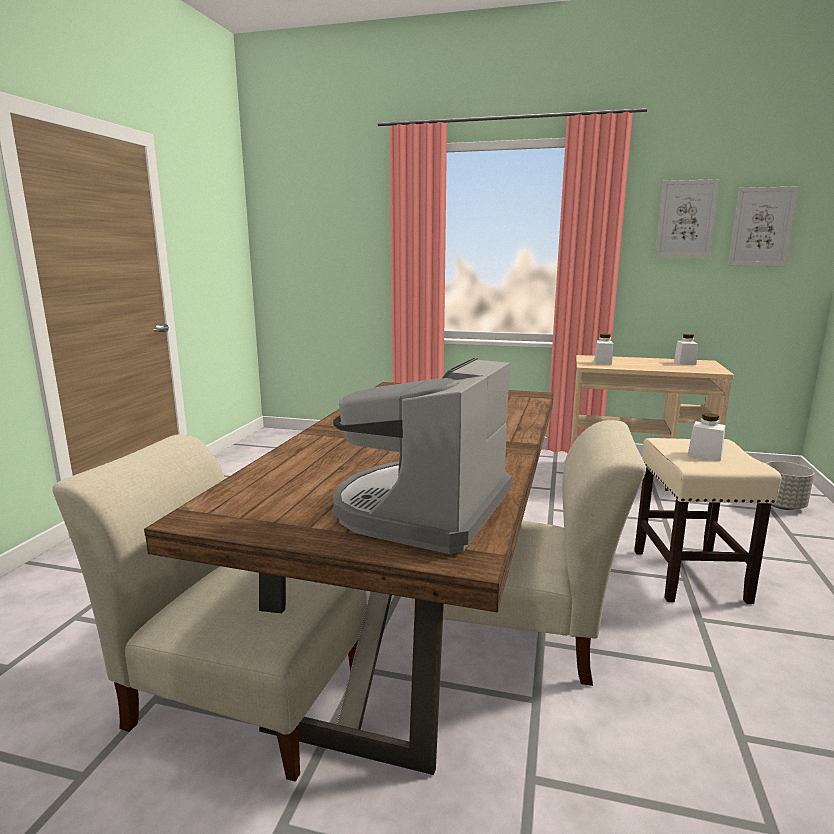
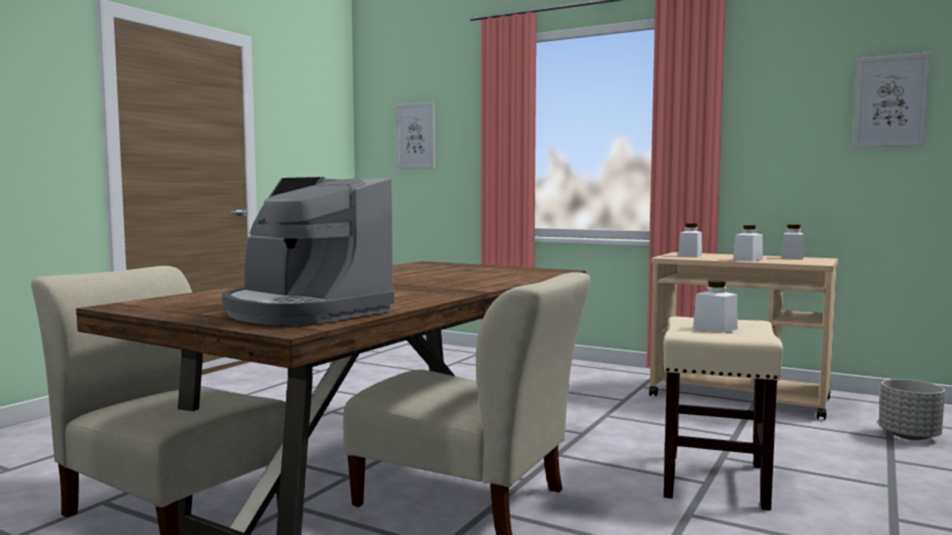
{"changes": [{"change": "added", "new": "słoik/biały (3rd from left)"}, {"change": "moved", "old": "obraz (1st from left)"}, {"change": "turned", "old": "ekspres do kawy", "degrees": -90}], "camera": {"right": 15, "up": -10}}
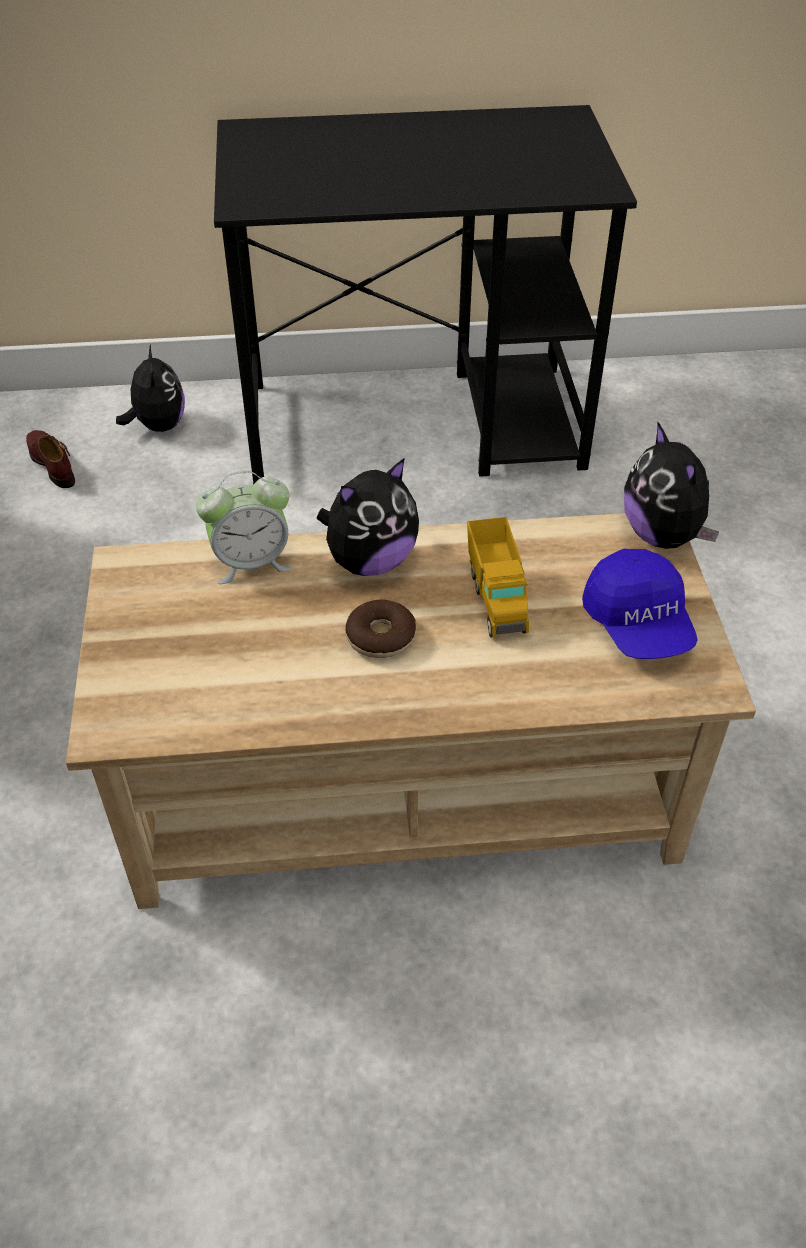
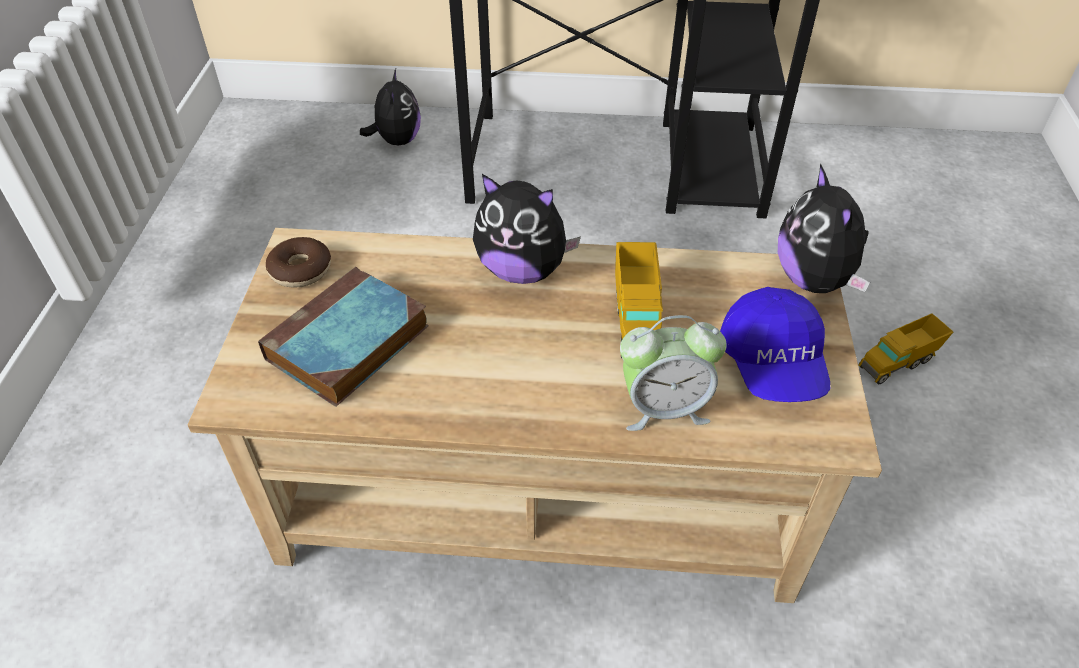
{"changes": [{"change": "removed", "old": "but/brązowy"}, {"change": "added", "new": "książka"}, {"change": "added", "new": "ciężarówka zabawkowa (2nd from left)"}, {"change": "moved", "old": "budzik"}, {"change": "moved", "old": "donut"}, {"change": "turned", "old": "pluszak (2nd from left)", "degrees": 45}], "camera": {"right": 10, "up": 0}}
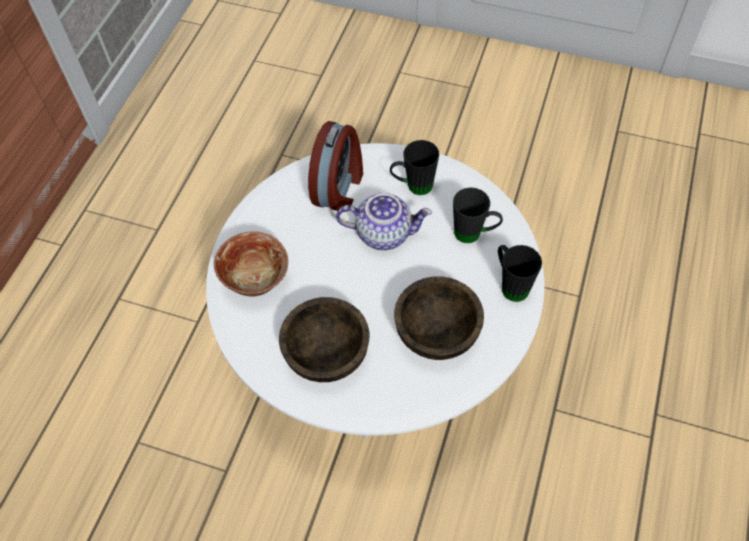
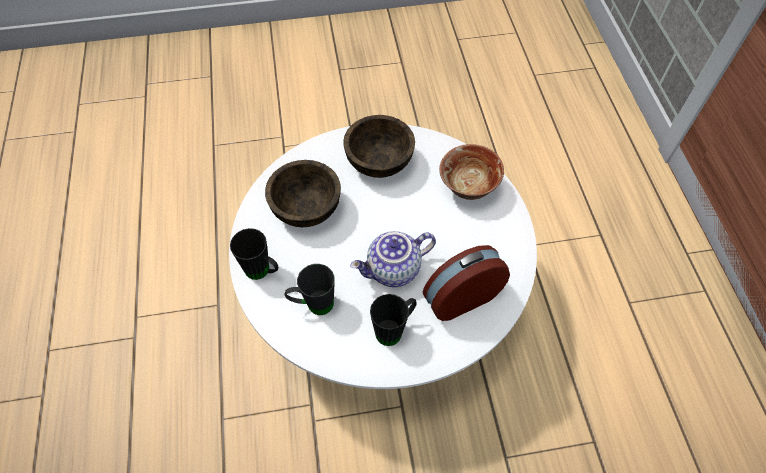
{"changes": [{"change": "turned", "old": "budzik", "degrees": 75}], "camera": {"right": 150, "up": 0}}
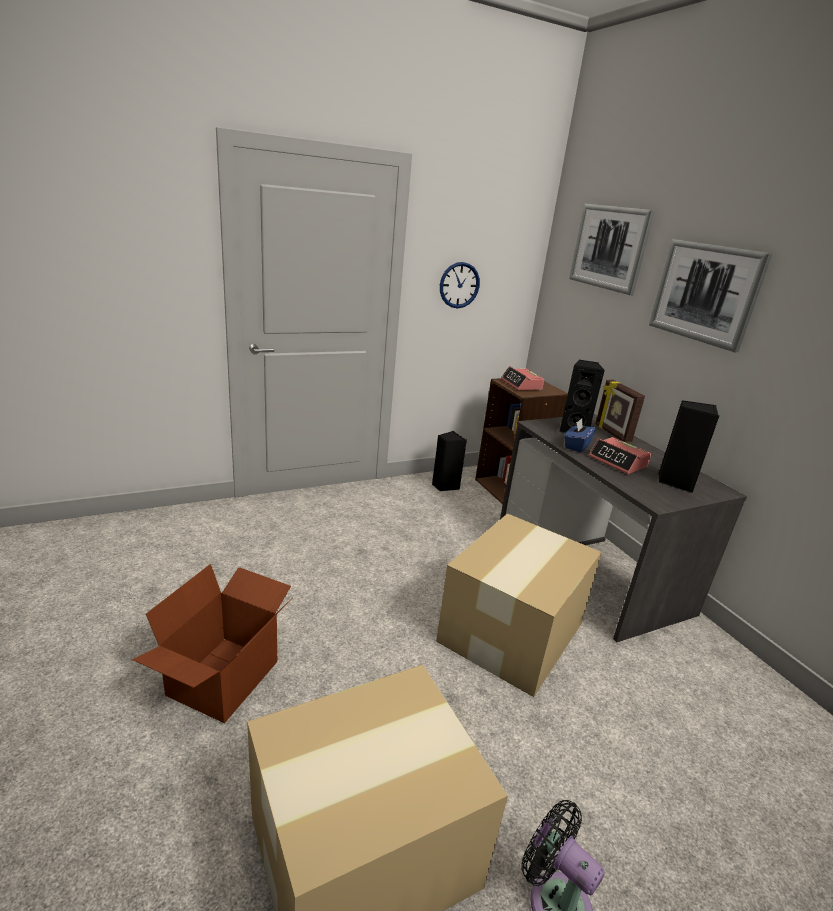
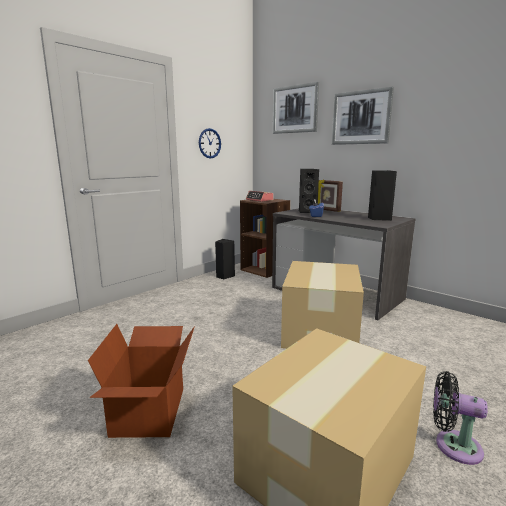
{"changes": [{"change": "removed", "old": "budzik (2nd from left)"}], "camera": {"right": -20, "up": -10}}
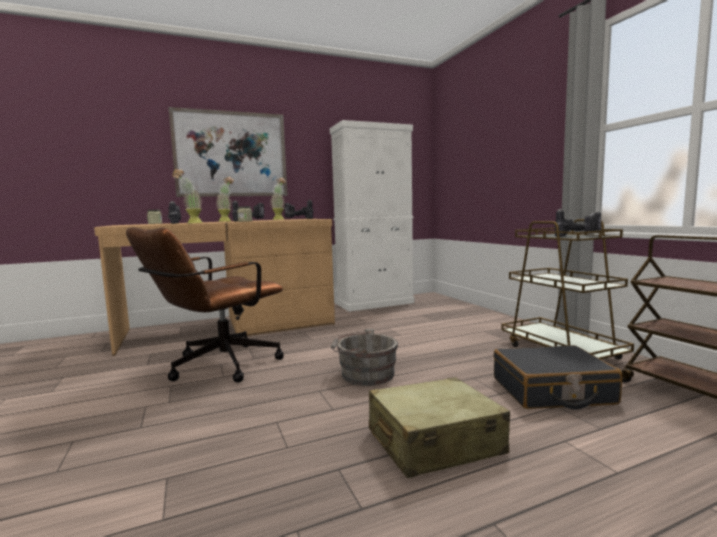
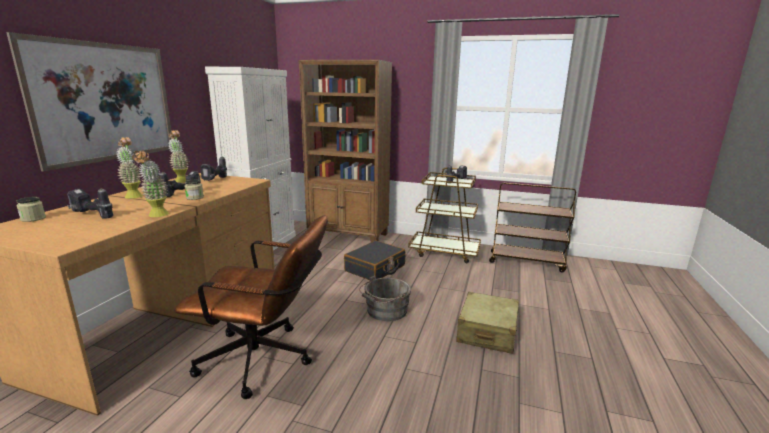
{"changes": [{"change": "added", "new": "regał/brązowy"}, {"change": "moved", "old": "walizka/czarny"}, {"change": "turned", "old": "krzesło biurowe/brązowy", "degrees": -75}], "camera": {"right": -50, "up": 10}}
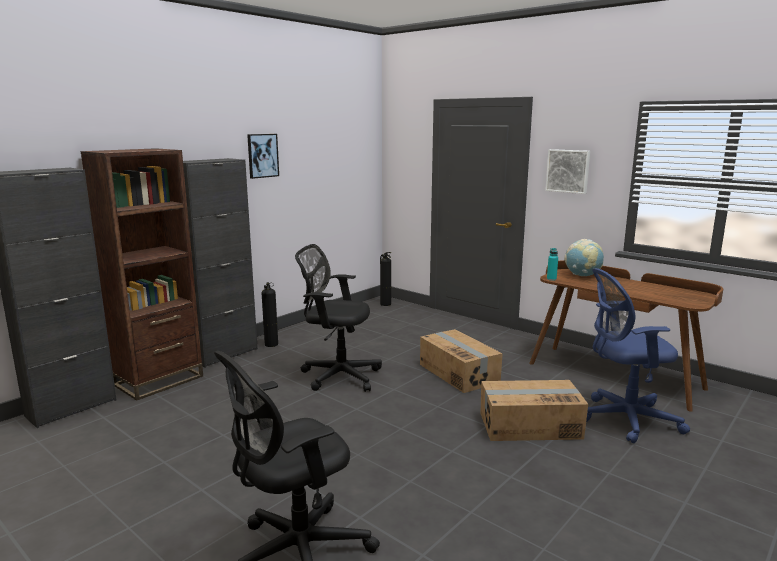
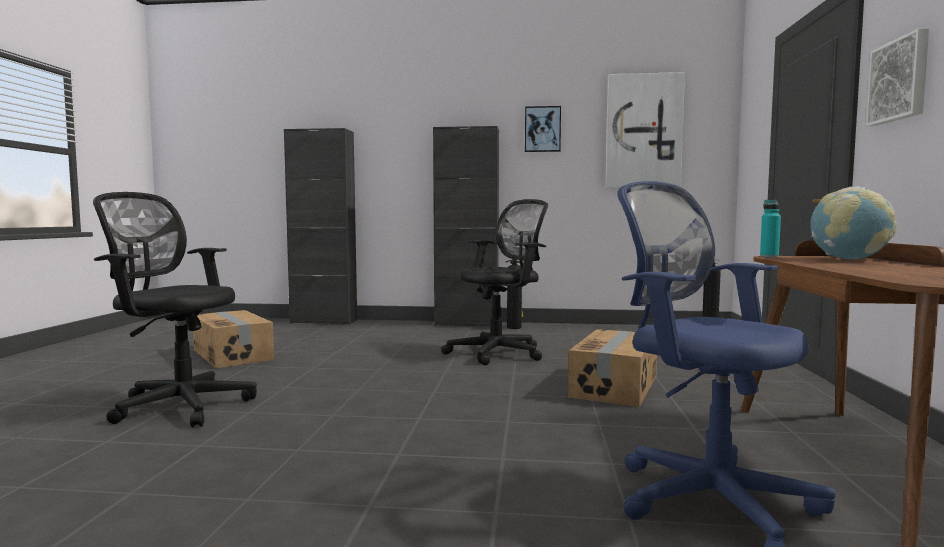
{"changes": [{"change": "removed", "old": "regał/brązowy"}, {"change": "added", "new": "obraz (2nd from left)"}, {"change": "moved", "old": "karton (2nd from left in the first image)", "new": "karton (1st from left)"}, {"change": "turned", "old": "krzesło biurowe/czarny (2nd from left)", "degrees": 75}], "camera": {"right": 55, "up": -10}}
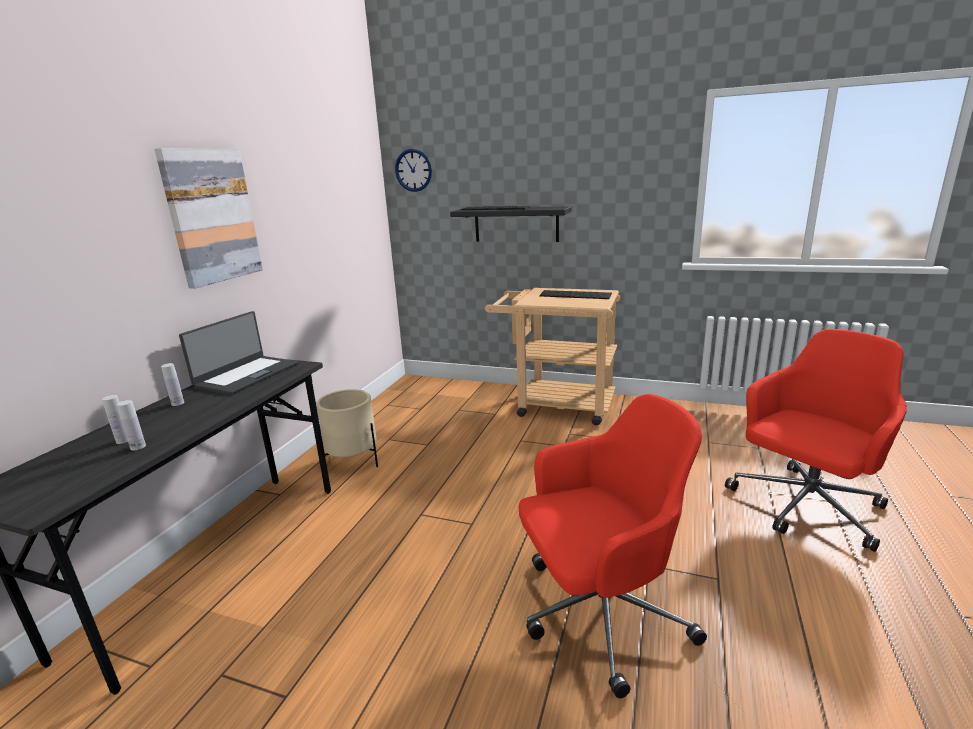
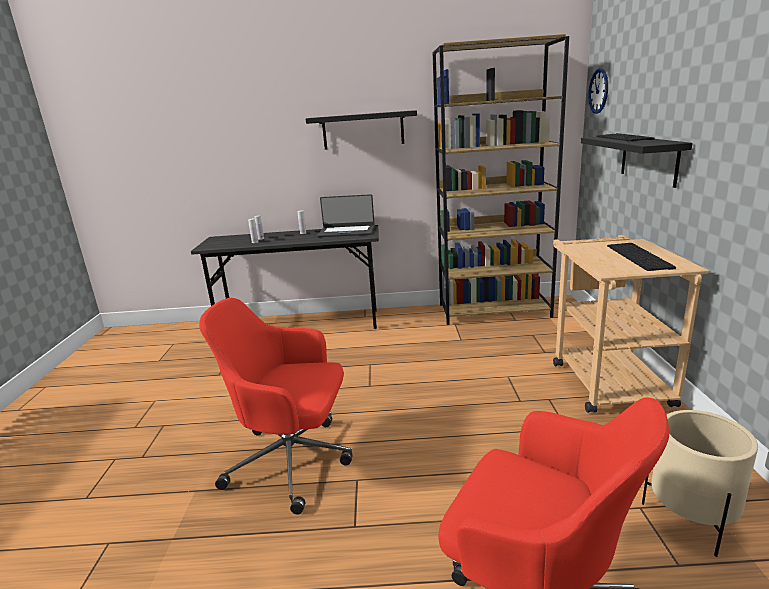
{"changes": [{"change": "added", "new": "regał/brązowy"}, {"change": "moved", "old": "donica/beżowy"}, {"change": "replaced", "old": "obraz", "new": "półka/czarny (1st from left)"}, {"change": "turned", "old": "krzesło biurowe/czerwony (1st from left)", "degrees": 135}], "camera": {"right": 70, "up": 0}}
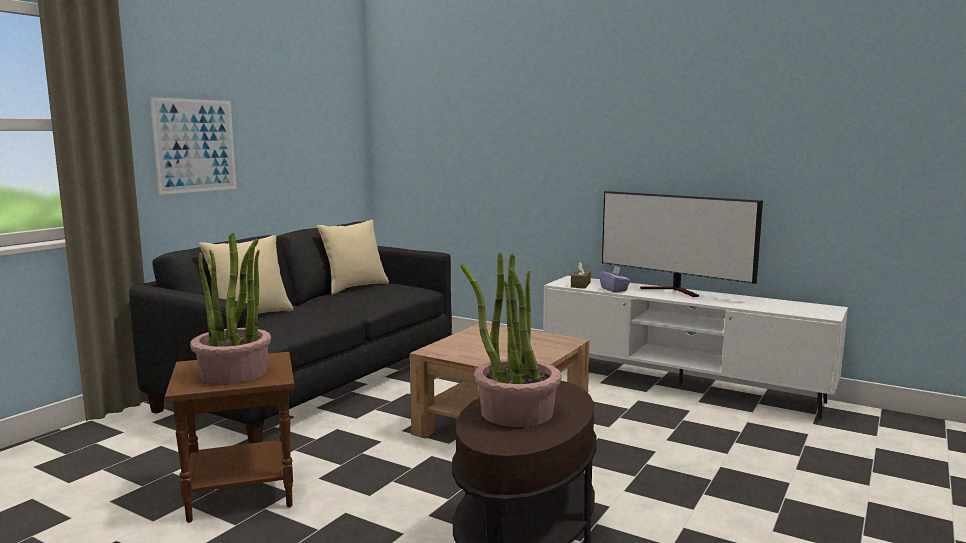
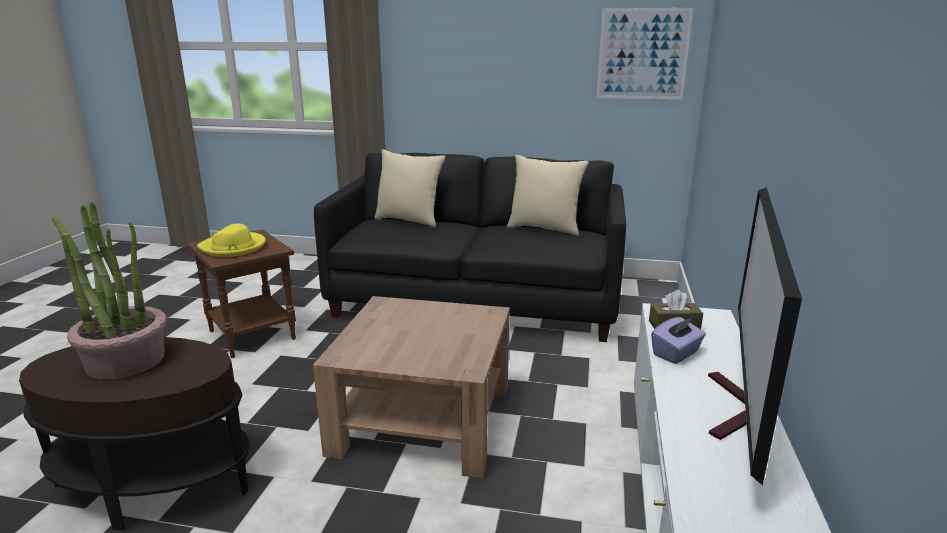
{"changes": [{"change": "moved", "old": "obraz"}, {"change": "replaced", "old": "roślina doniczkowa (1st from left)", "new": "kapelusz/żółty"}], "camera": {"right": 70, "up": 10}}
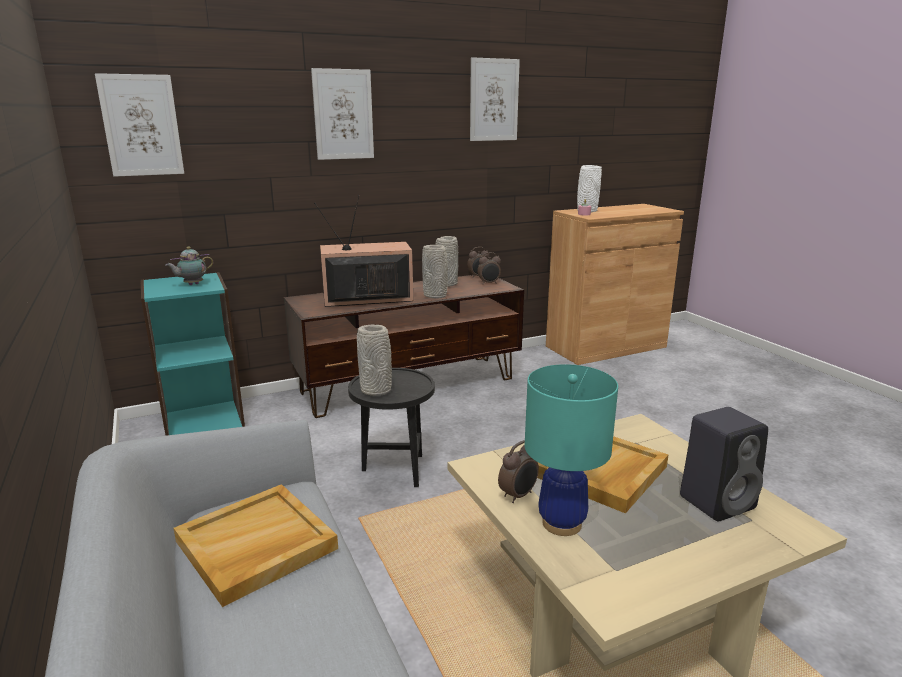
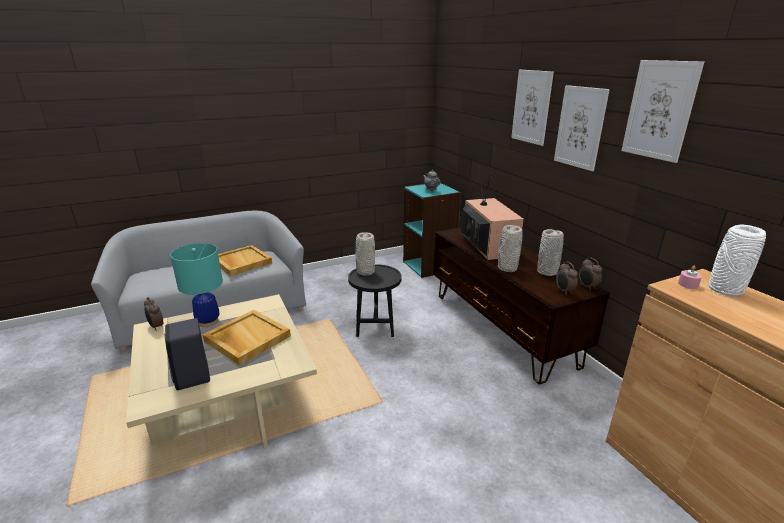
{"changes": [{"change": "moved", "old": "obraz (1st from left in the first image)", "new": "obraz (2nd from left)"}, {"change": "moved", "old": "budzik (3rd from left in the first image)", "new": "budzik (1st from left)"}], "camera": {"right": 90, "up": 5}}
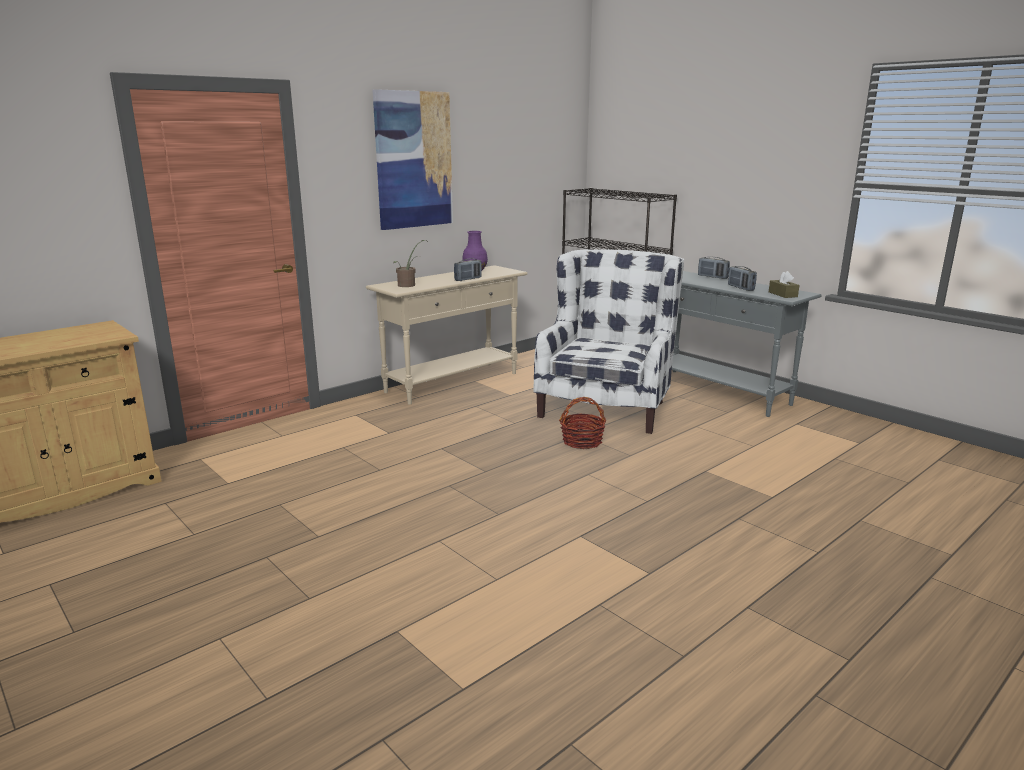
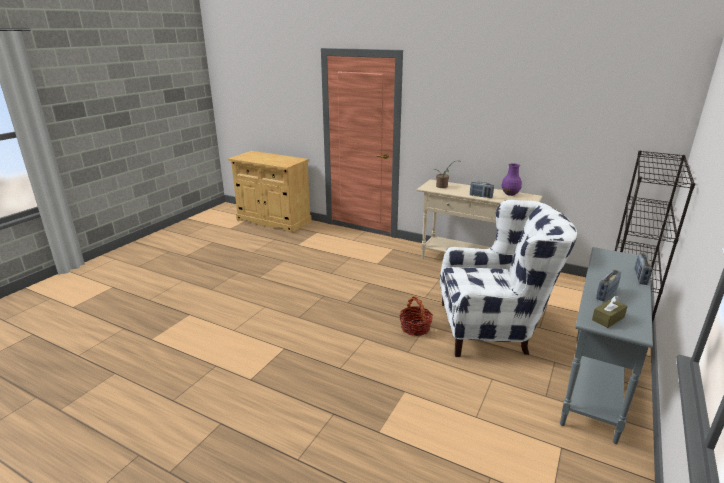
{"changes": [{"change": "removed", "old": "obraz"}], "camera": {"right": 70, "up": 5}}
